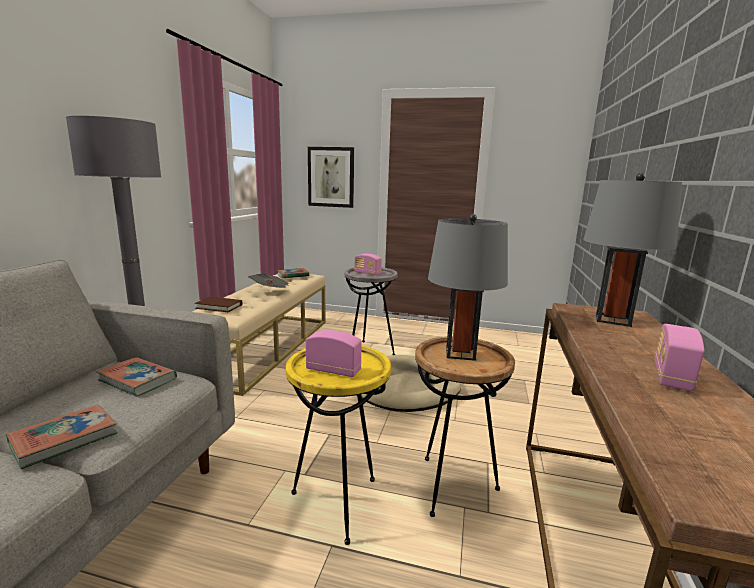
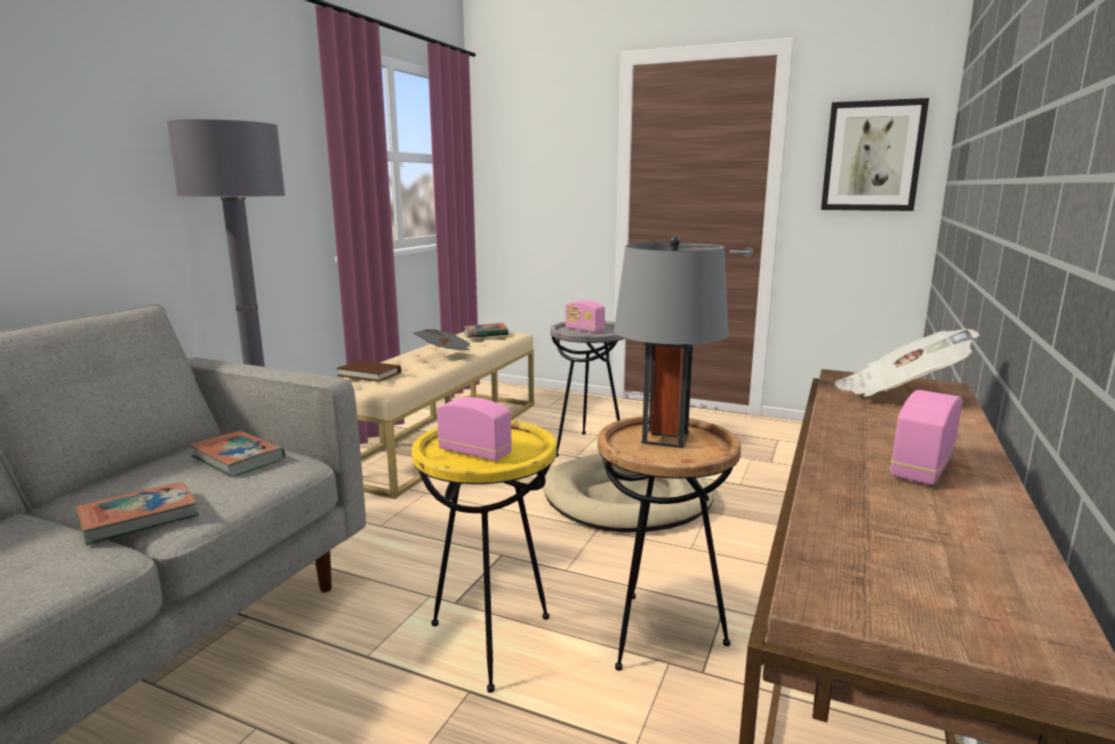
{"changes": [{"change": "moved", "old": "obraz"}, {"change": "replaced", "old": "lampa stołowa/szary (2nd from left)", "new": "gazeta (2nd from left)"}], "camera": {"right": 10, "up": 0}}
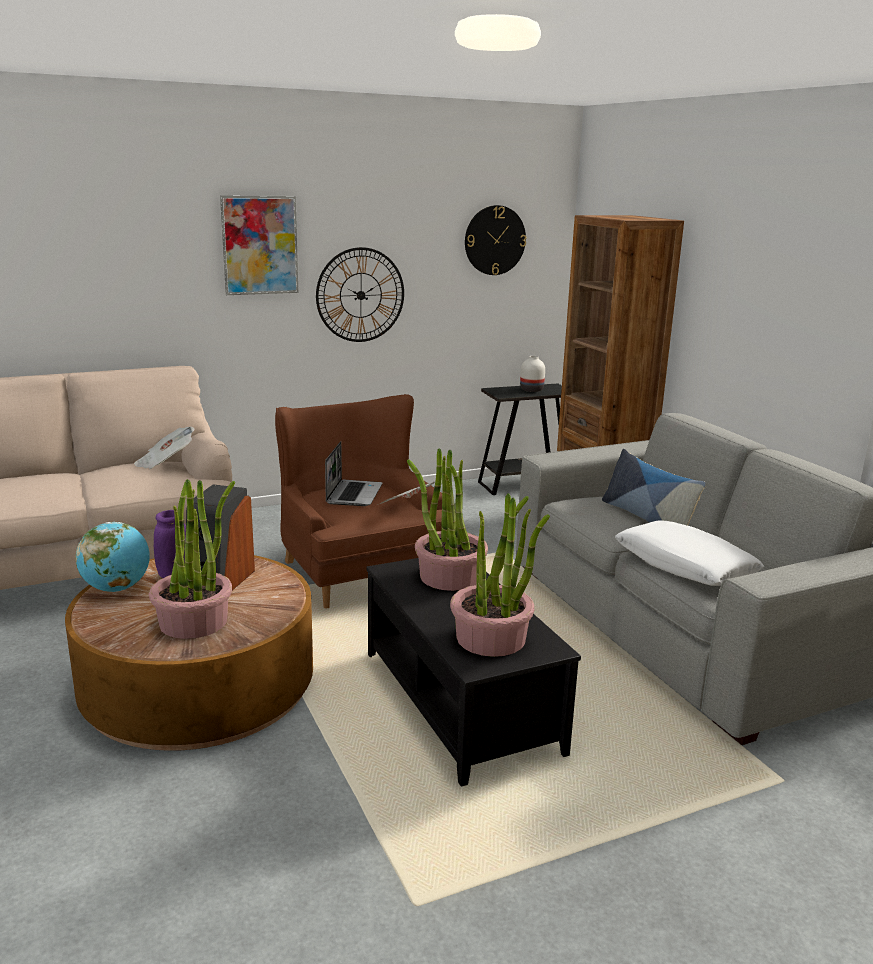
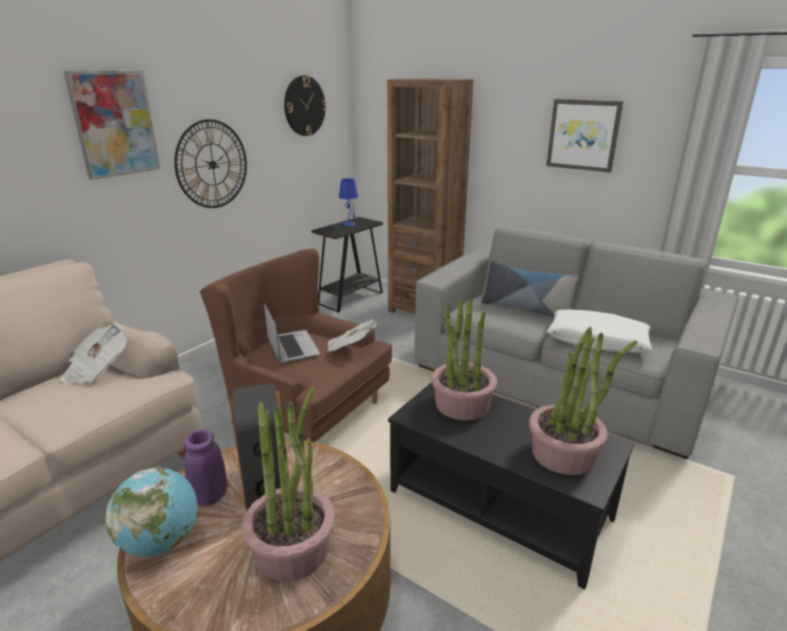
{"changes": [{"change": "added", "new": "obraz (2nd from left)"}, {"change": "replaced", "old": "wazon/biały", "new": "lampa stołowa/niebieski"}], "camera": {"right": -30, "up": 5}}
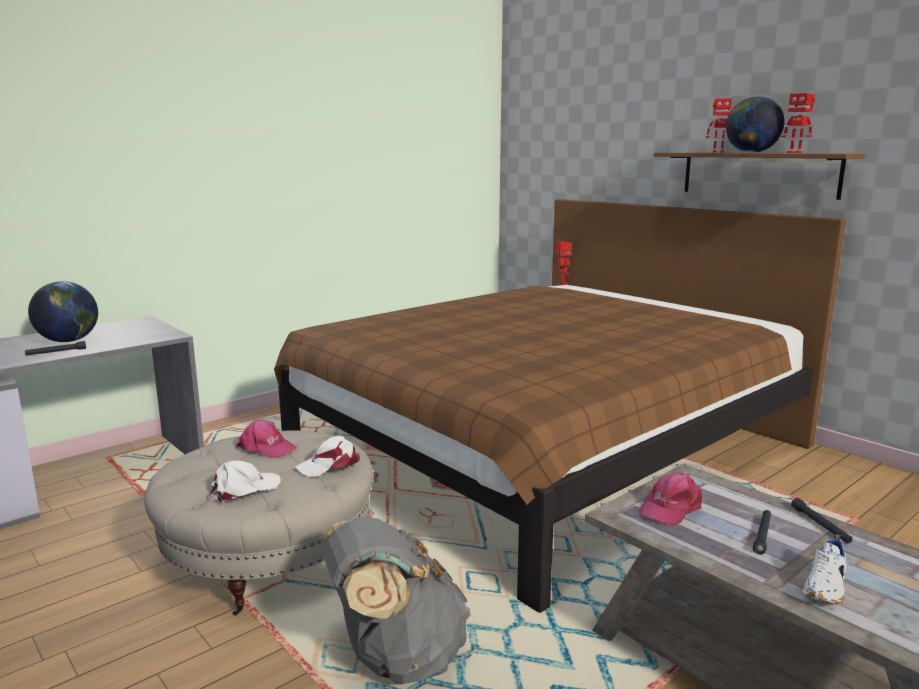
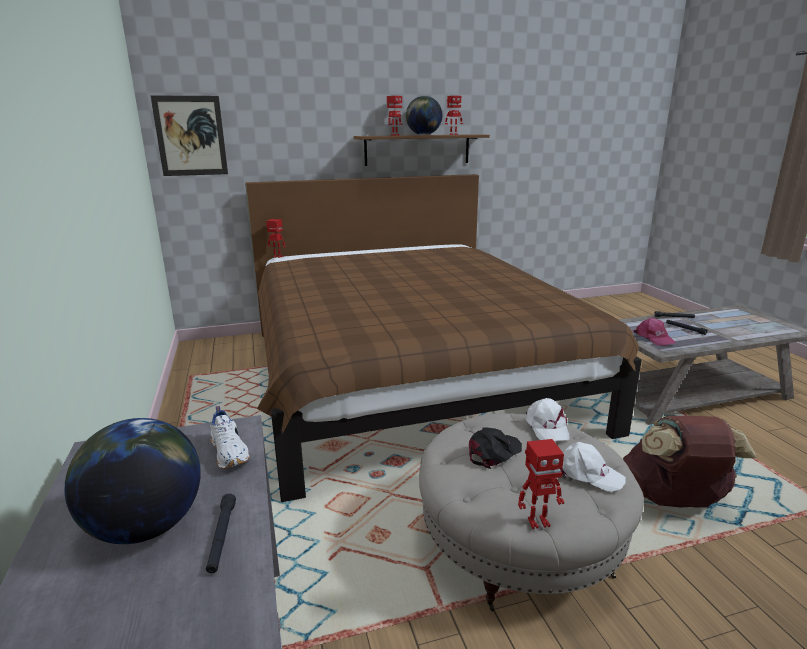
{"changes": [{"change": "added", "new": "obraz"}, {"change": "added", "new": "robot zabawkowy (4th from left)"}, {"change": "moved", "old": "but/biały"}, {"change": "recoloured", "old": "czapka z daszkiem/różowy (1st from left)", "new": "czapka z daszkiem/czarny"}, {"change": "recoloured", "old": "plecak/szary", "new": "plecak/brązowy"}, {"change": "turned", "old": "czapka z daszkiem/biały (1st from left in the first image)", "degrees": 135}], "camera": {"right": -65, "up": 5}}
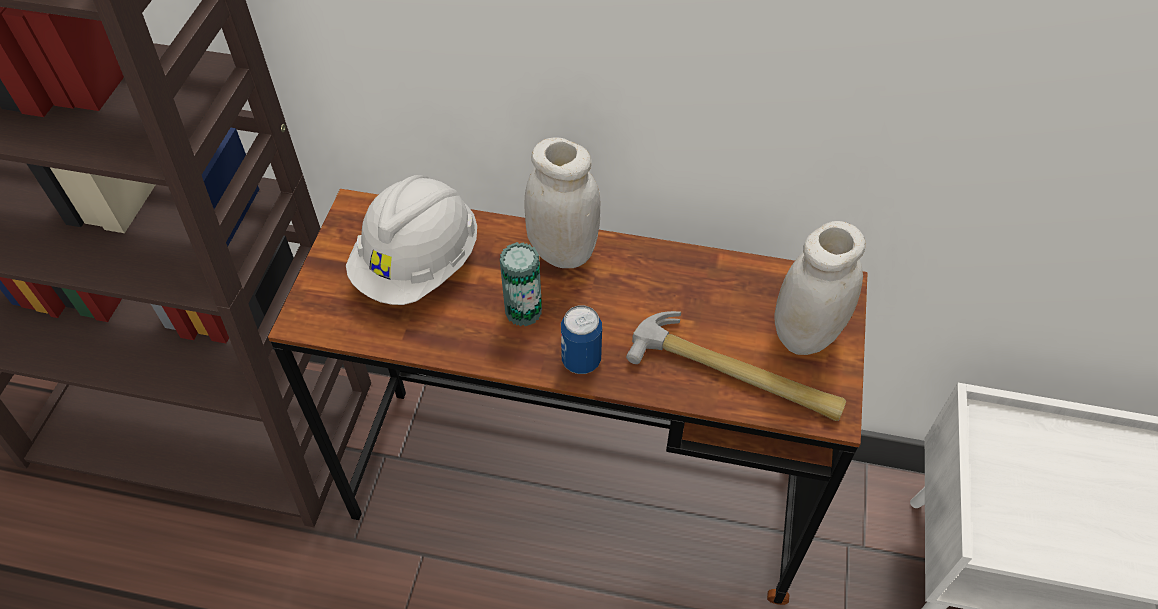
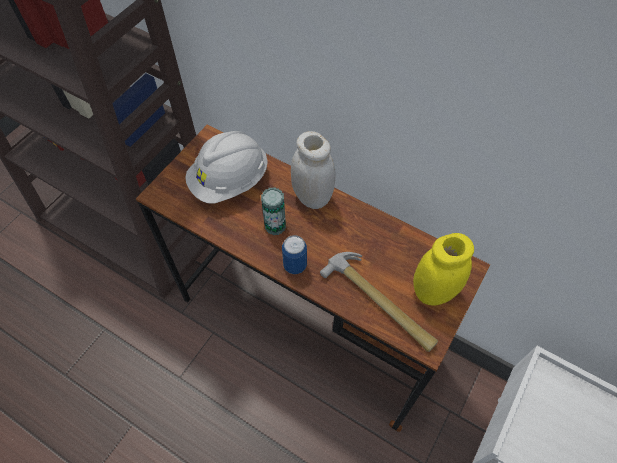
{"changes": [{"change": "recoloured", "old": "słoik/biały (2nd from left)", "new": "słoik/żółty"}], "camera": {"right": 20, "up": 5}}
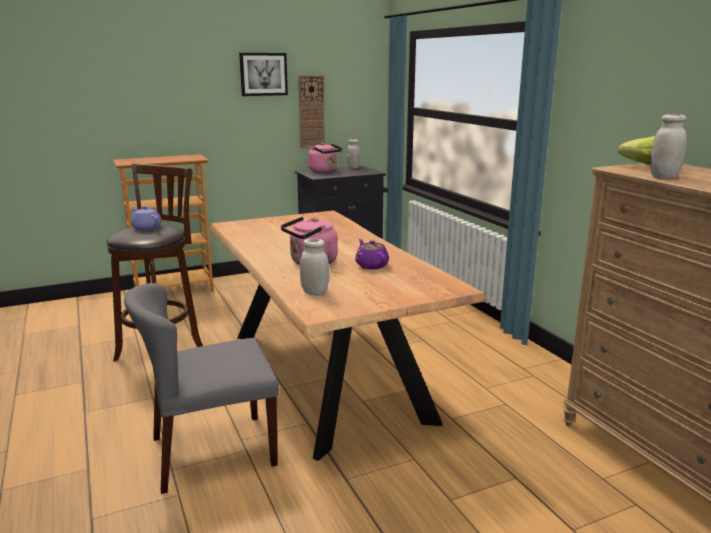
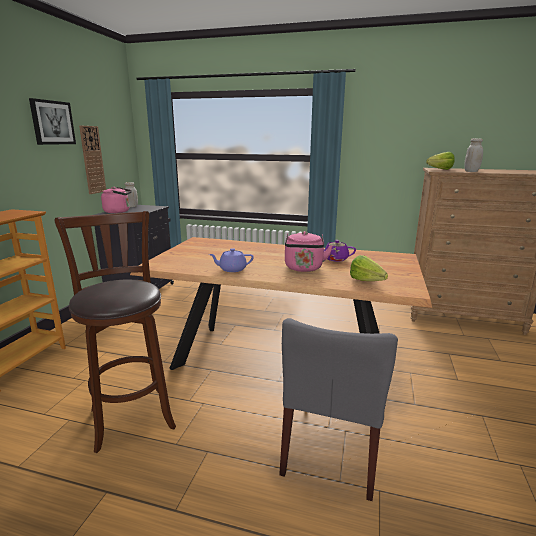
{"changes": [{"change": "moved", "old": "imbryk/fioletowy (1st from left)"}, {"change": "replaced", "old": "słoik/biały (1st from left)", "new": "sałata (1st from left)"}], "camera": {"right": -50, "up": 0}}
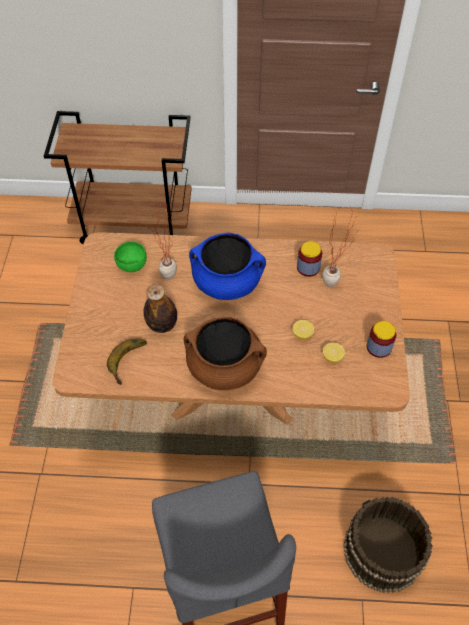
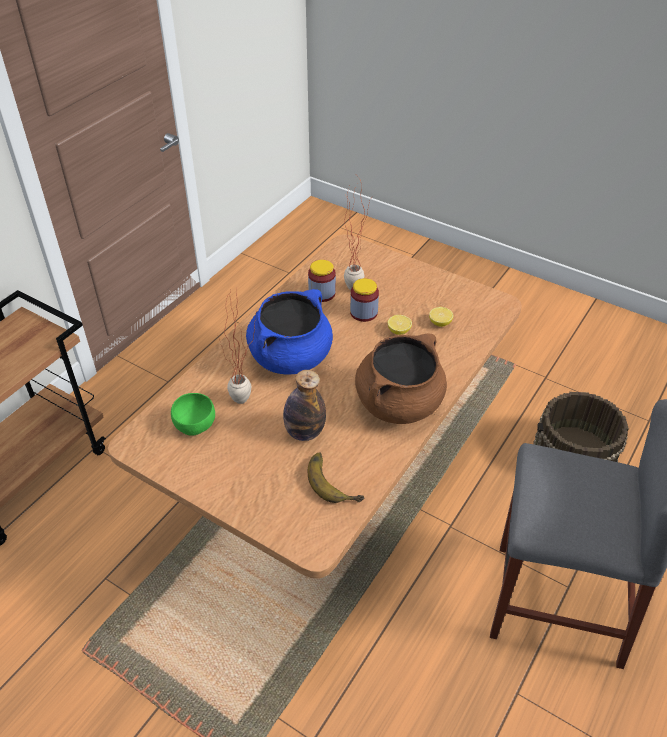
{"changes": [{"change": "moved", "old": "słoik (2nd from left)"}], "camera": {"right": -60, "up": -10}}
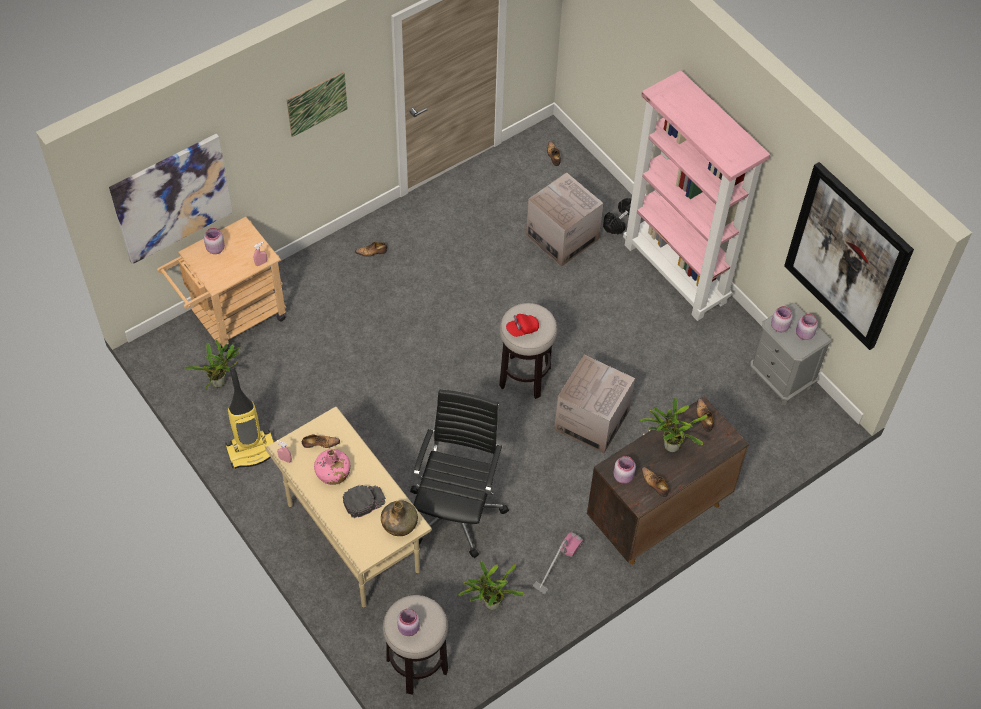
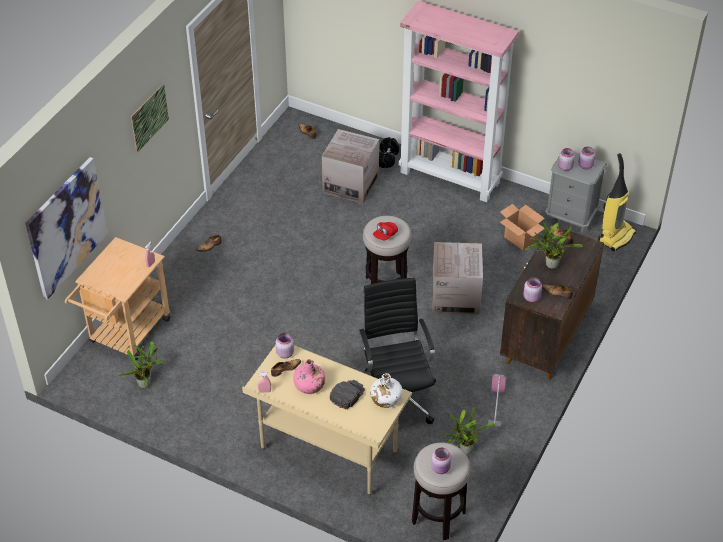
{"changes": [{"change": "removed", "old": "obraz (3rd from left)"}, {"change": "added", "new": "karton (3rd from left)"}, {"change": "moved", "old": "słoik/różowy (1st from left)"}, {"change": "moved", "old": "odkurzacz (1st from left in the first image)", "new": "odkurzacz (2nd from left)"}, {"change": "recoloured", "old": "butelka/zielony", "new": "butelka/biały"}], "camera": {"right": -25, "up": -10}}
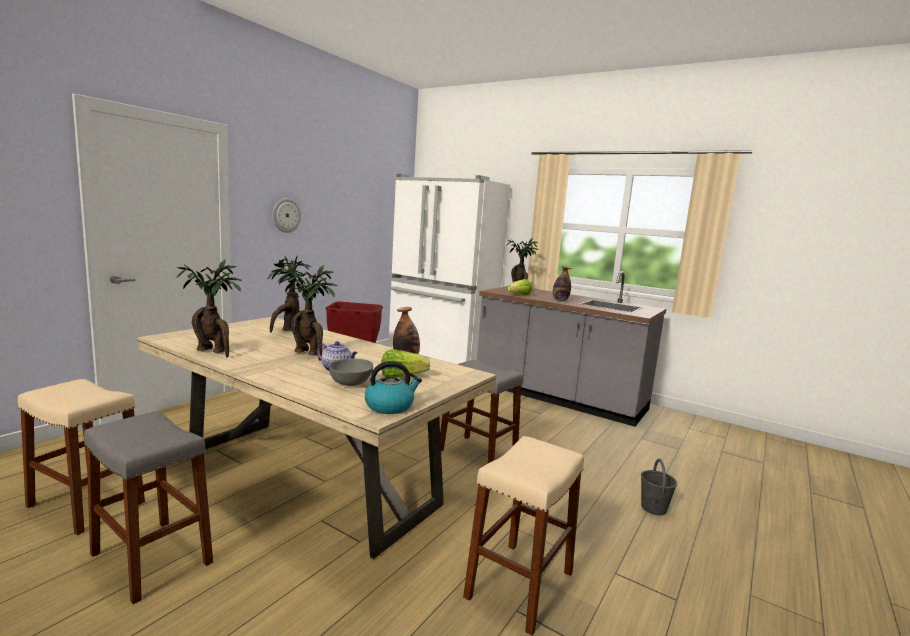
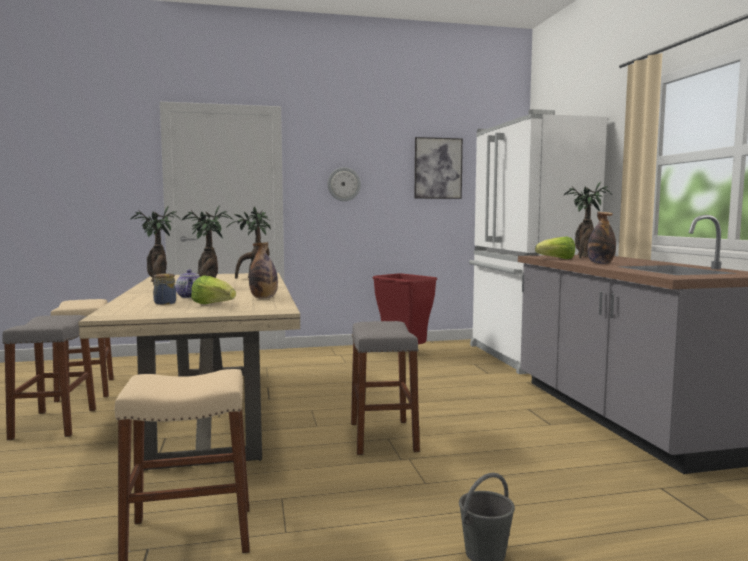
{"changes": [{"change": "removed", "old": "czajnik"}, {"change": "added", "new": "obraz"}, {"change": "replaced", "old": "miska/szary", "new": "słoik"}], "camera": {"right": 45, "up": -5}}
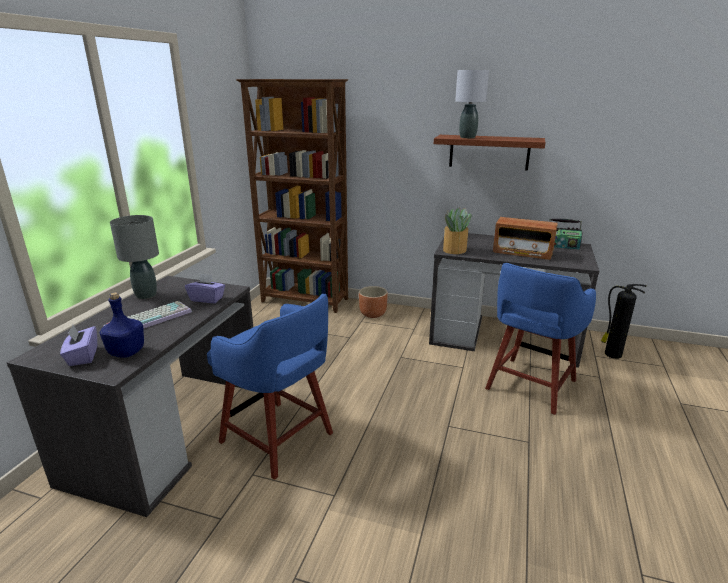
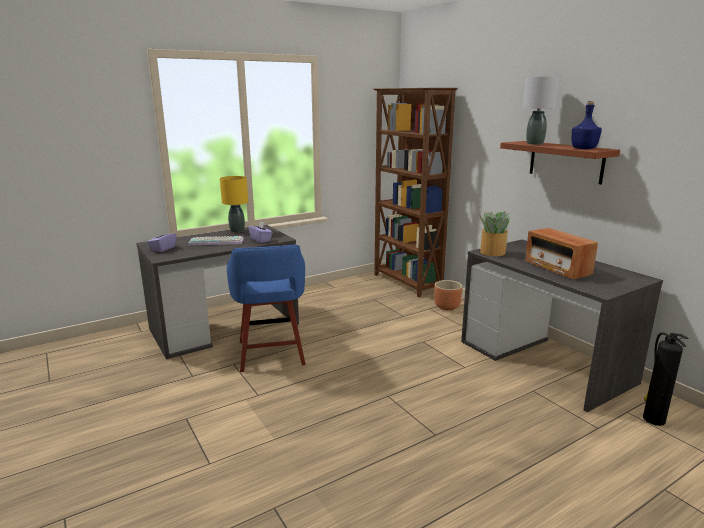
{"changes": [{"change": "removed", "old": "stołek/niebieski (2nd from left)"}, {"change": "removed", "old": "radio (2nd from left)"}, {"change": "moved", "old": "butelka/niebieski"}, {"change": "recoloured", "old": "lampa stołowa/szary (1st from left)", "new": "lampa stołowa/żółty"}], "camera": {"right": 40, "up": -5}}
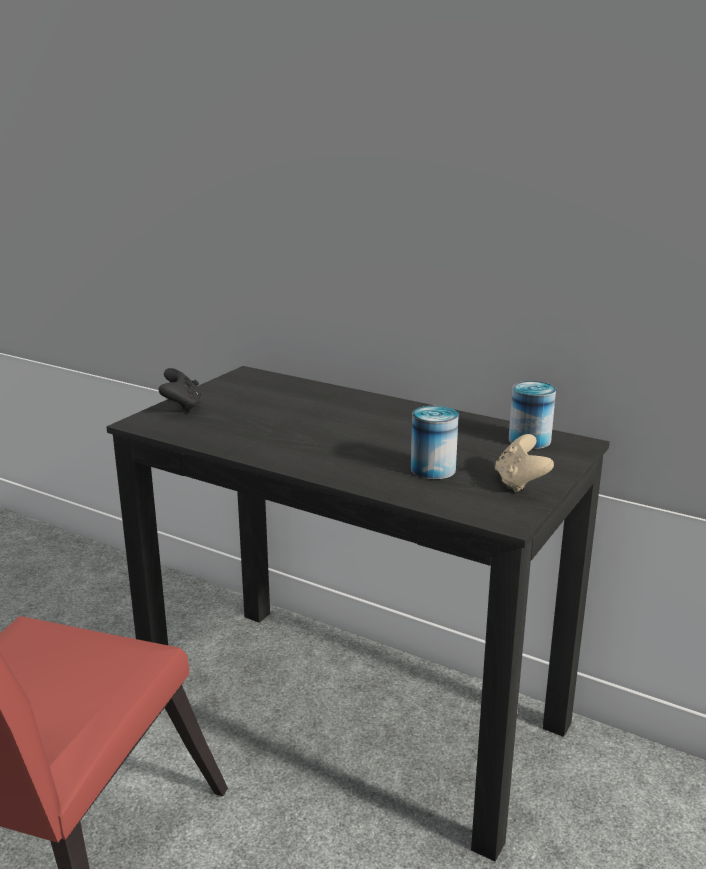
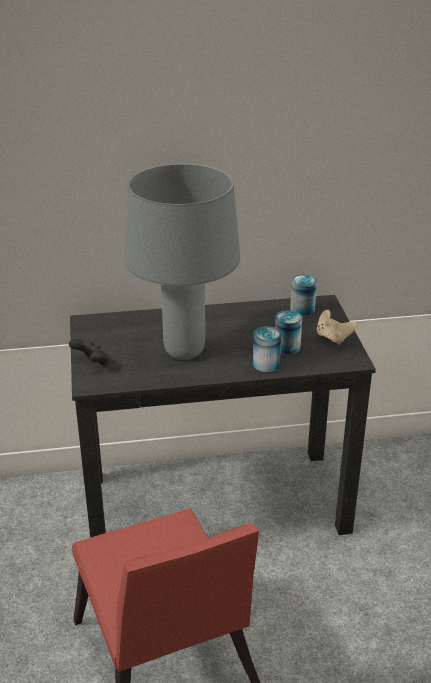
{"changes": [{"change": "added", "new": "lampa stołowa/szary"}, {"change": "added", "new": "puszka (1st from left)"}], "camera": {"right": -40, "up": 10}}
